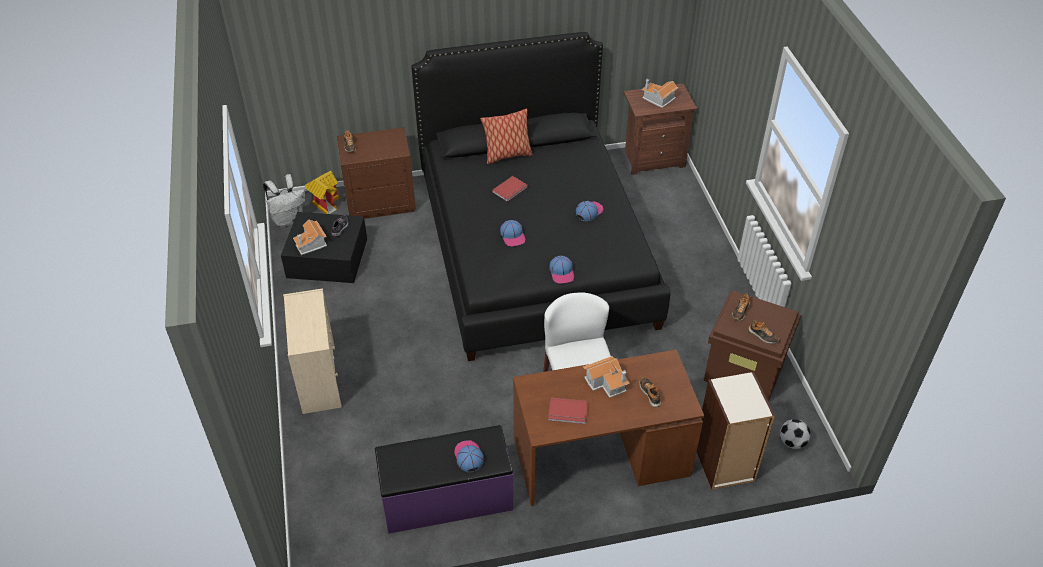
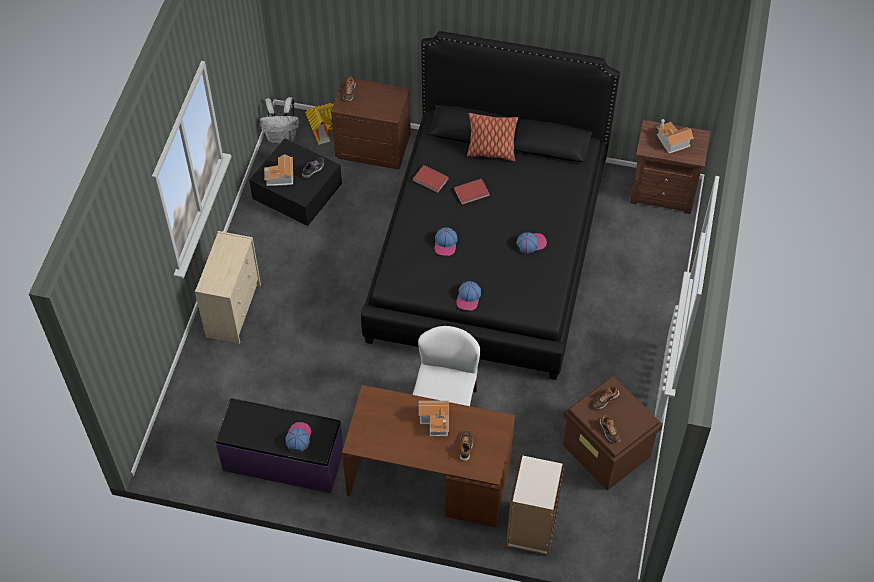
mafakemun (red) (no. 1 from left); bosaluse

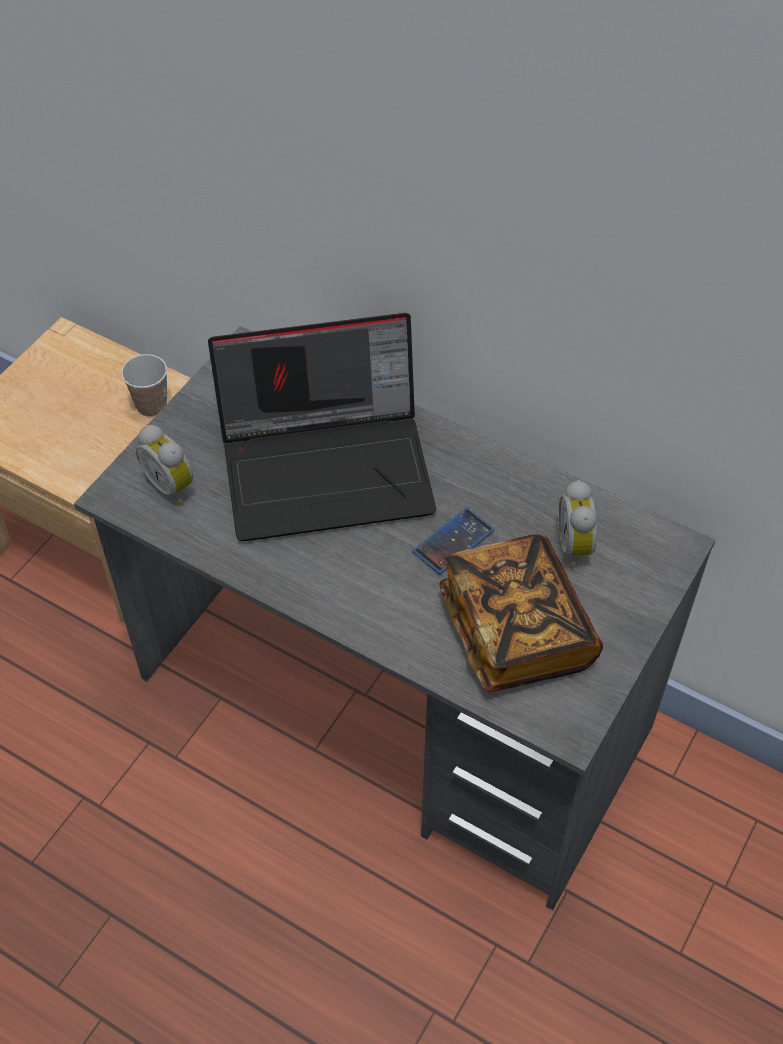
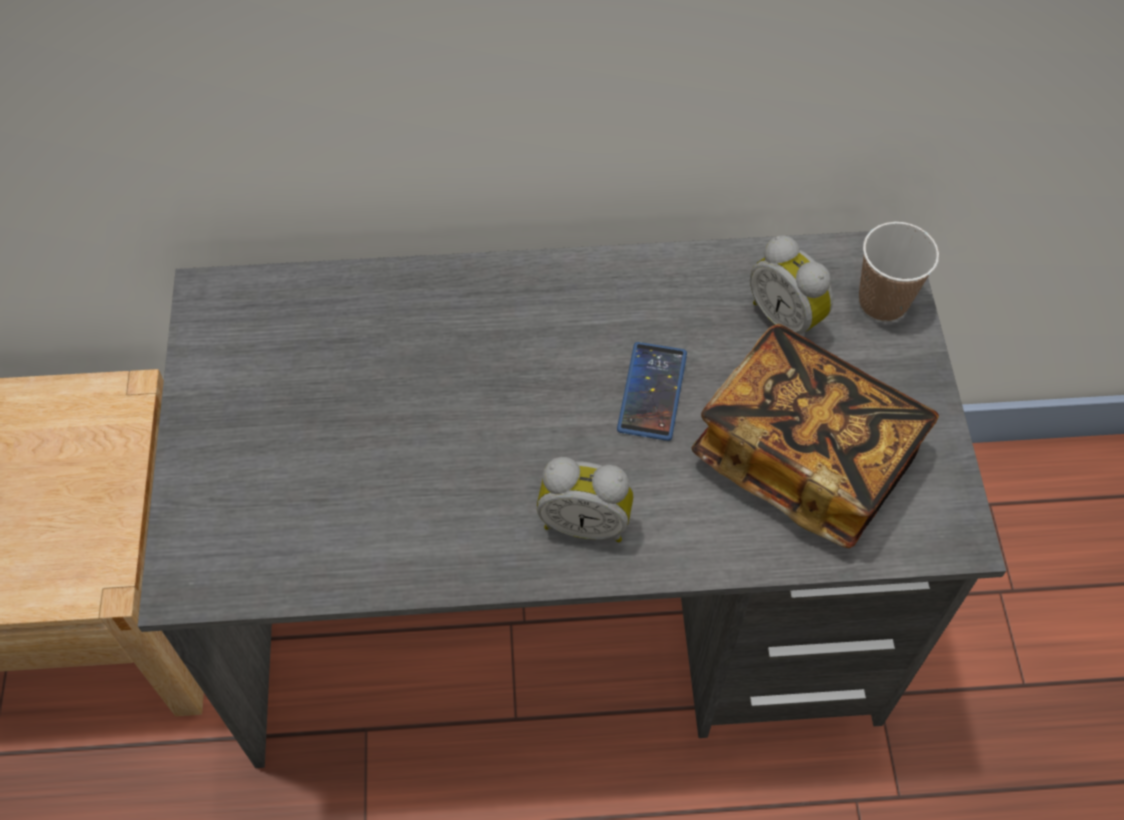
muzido (no. 1 from left); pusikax; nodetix

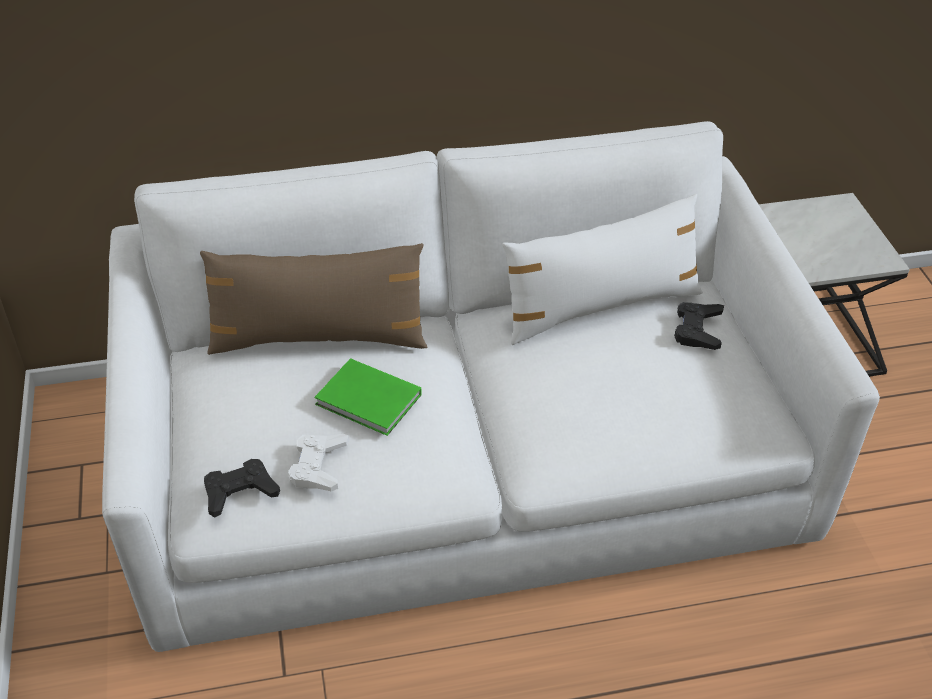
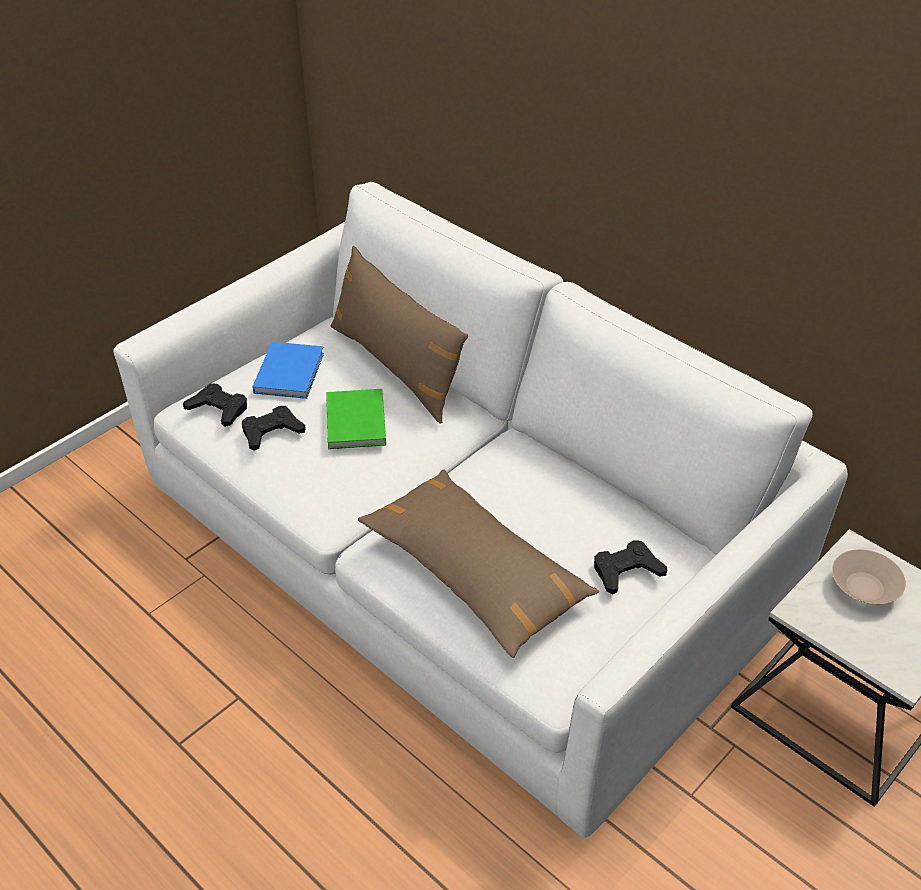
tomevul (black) (no. 2 from left); mafakemun (blue); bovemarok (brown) (no. 2 from left); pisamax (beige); bovemarok (white)

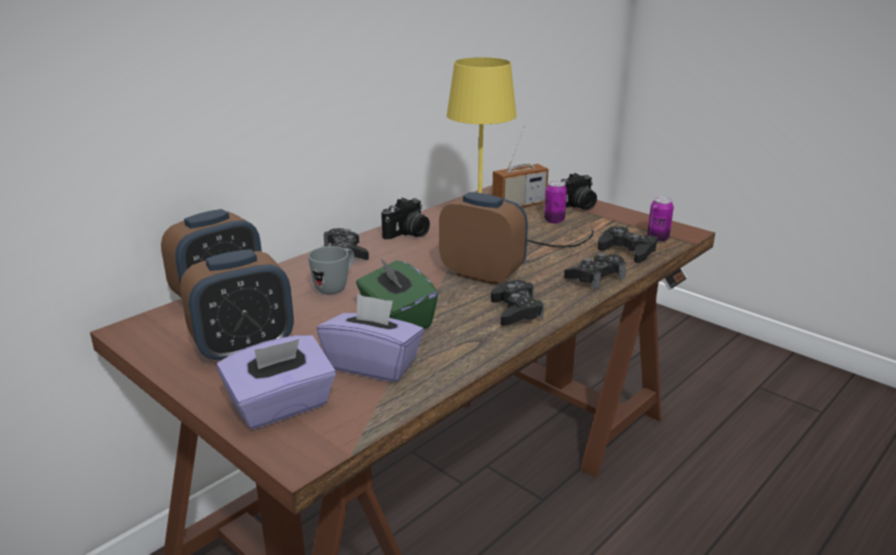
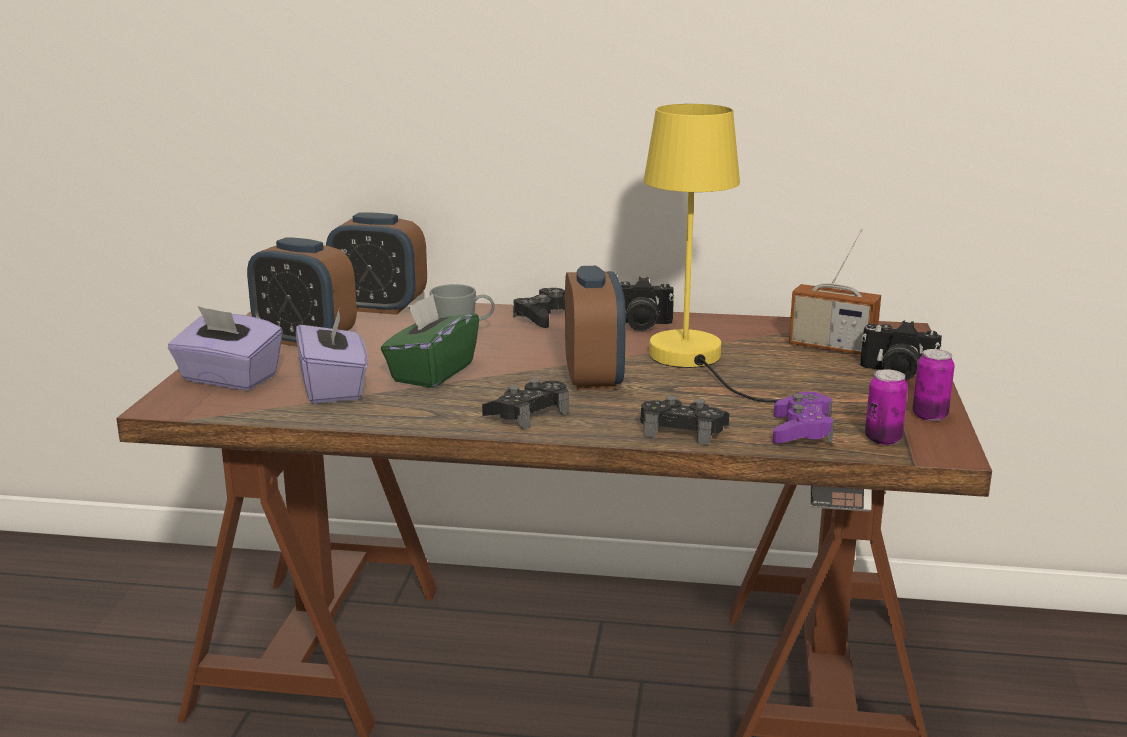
tomevul (purple); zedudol (no. 2 from left)

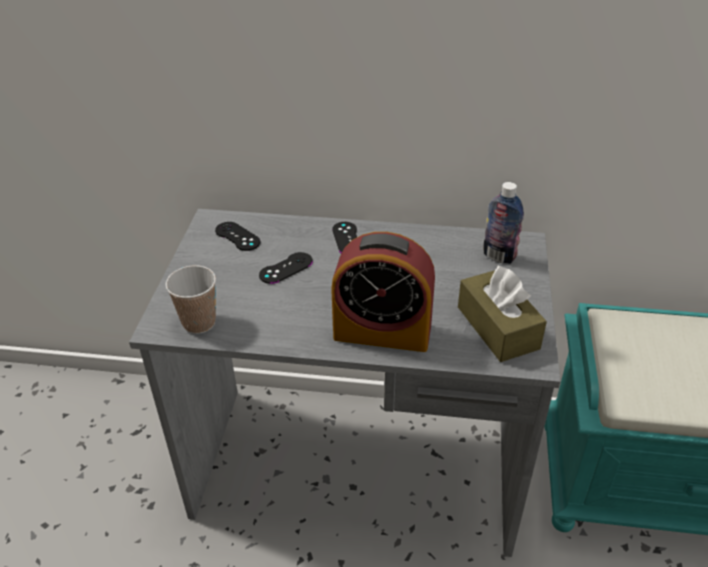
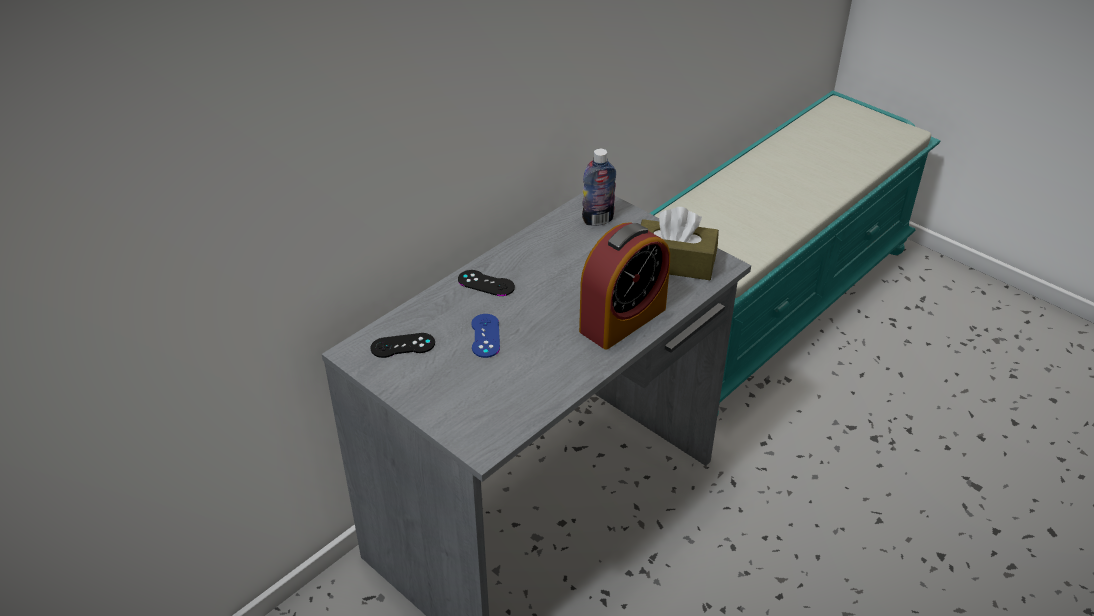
tomevul (blue); pusikax

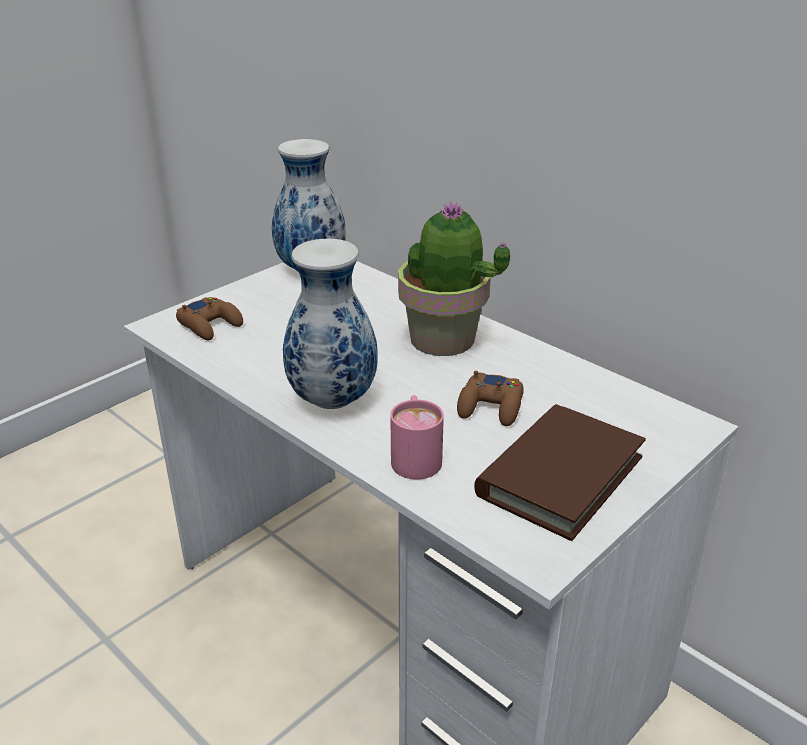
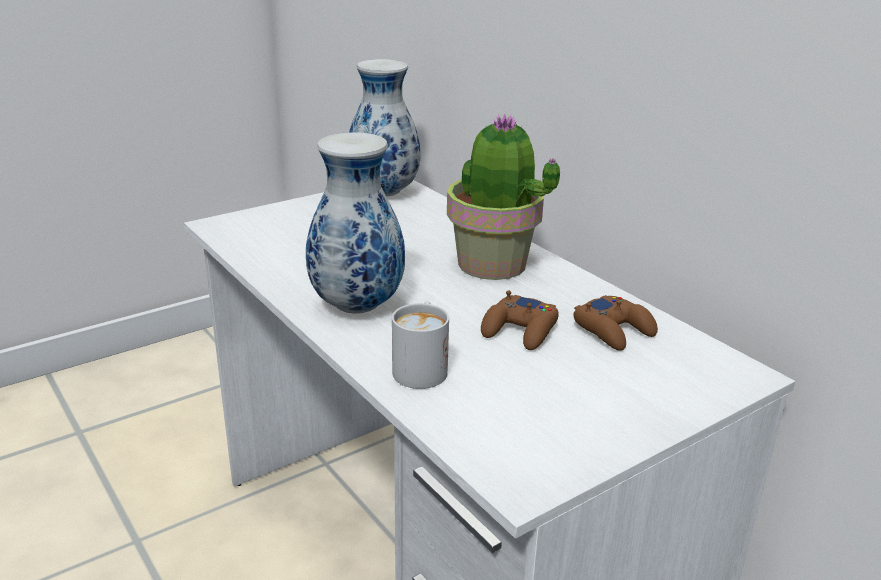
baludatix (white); tomevul (brown) (no. 2 from left); mafakemun (brown)

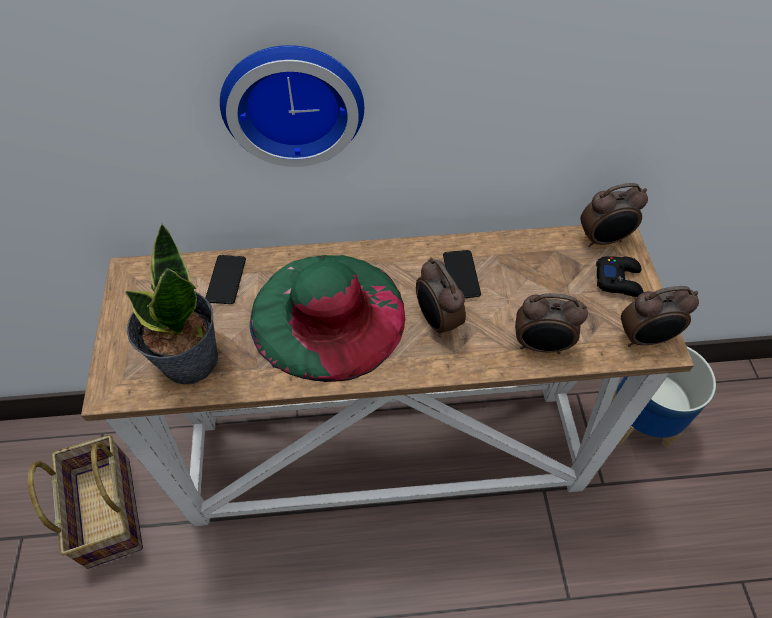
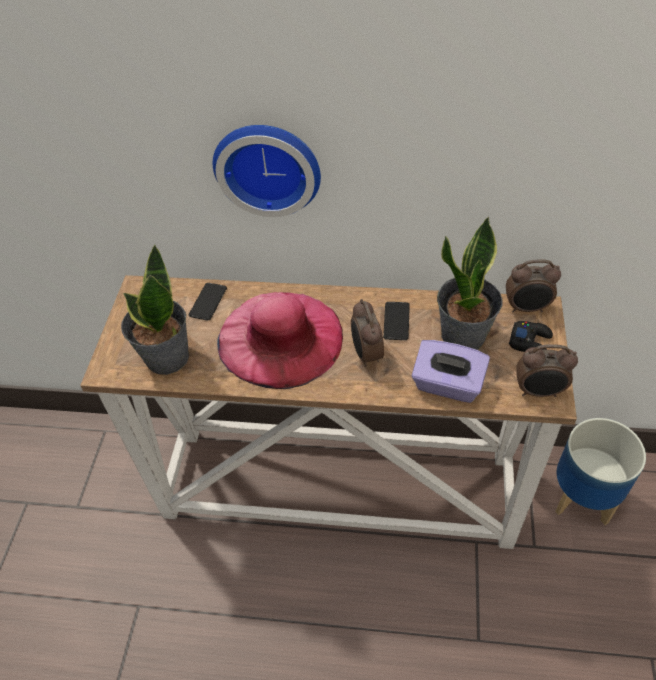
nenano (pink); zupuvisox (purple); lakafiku (no. 2 from left); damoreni

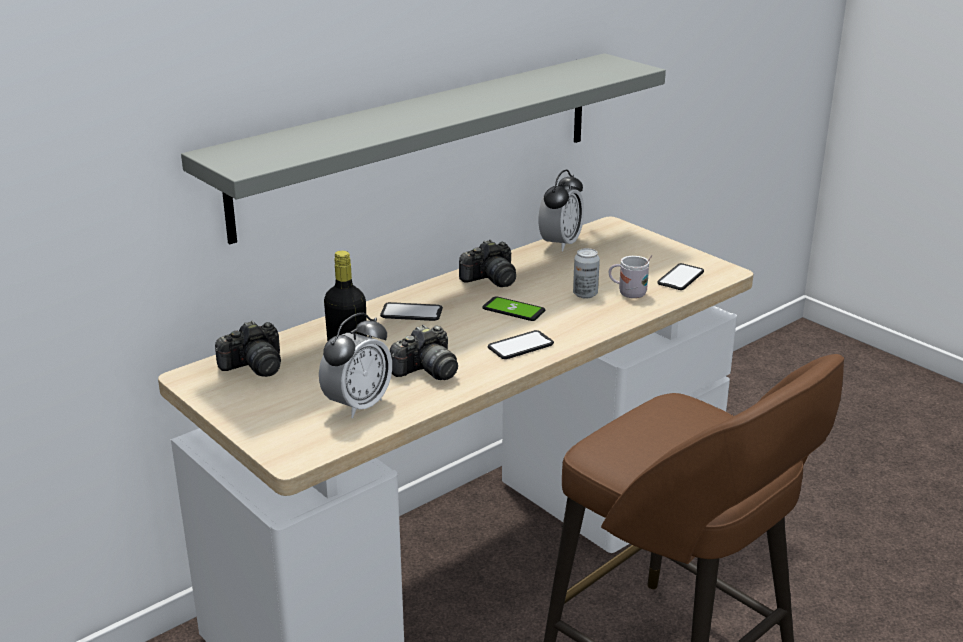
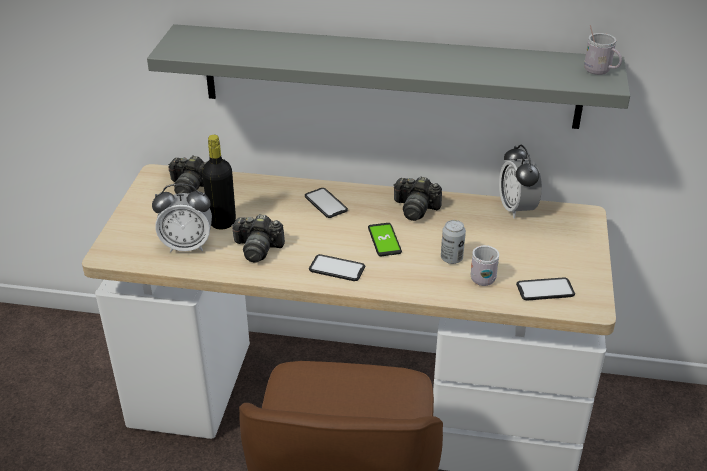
muzido (no. 2 from left); baludatix (white) (no. 2 from left)

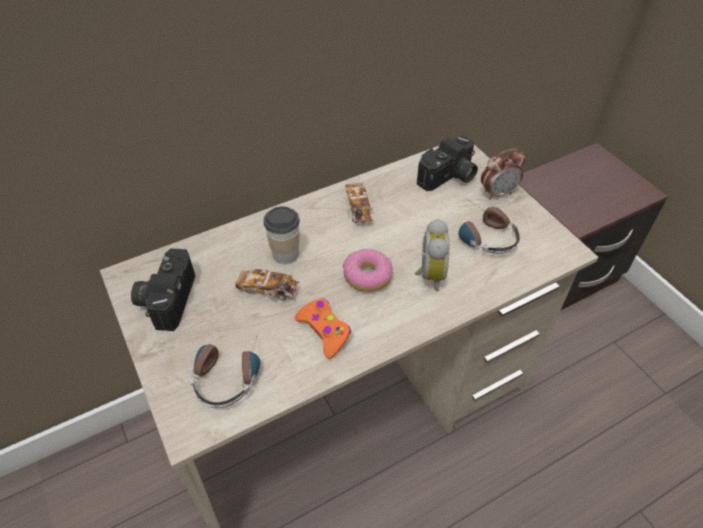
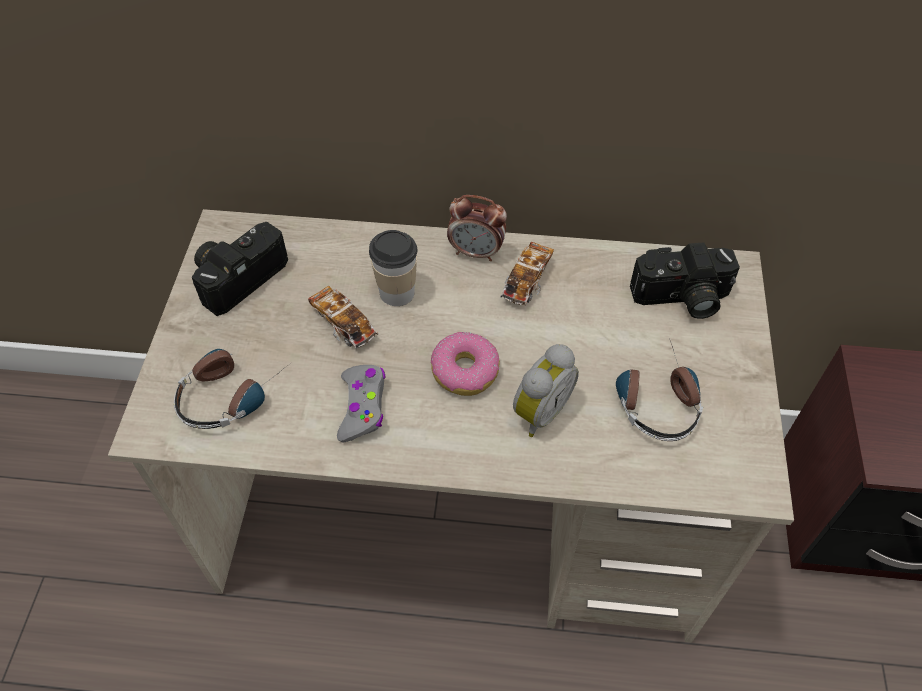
tomevul (grey); muzido (no. 1 from left)

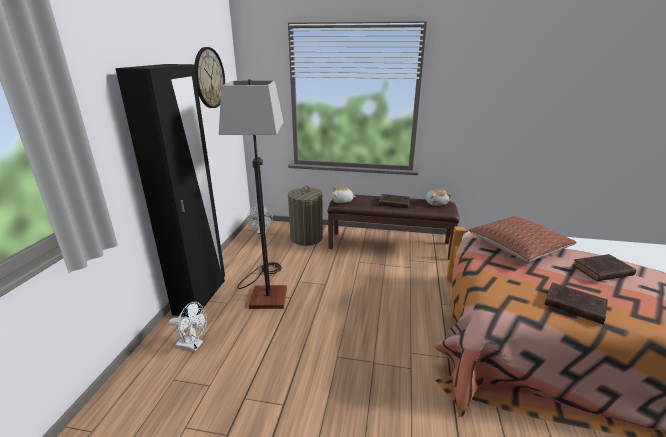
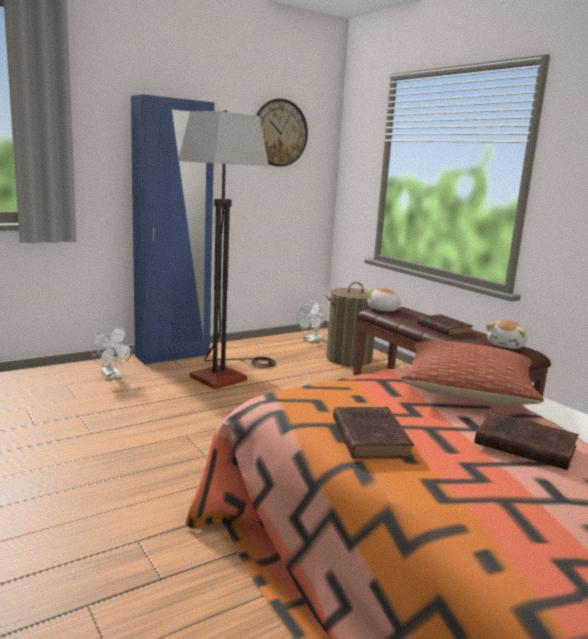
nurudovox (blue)

